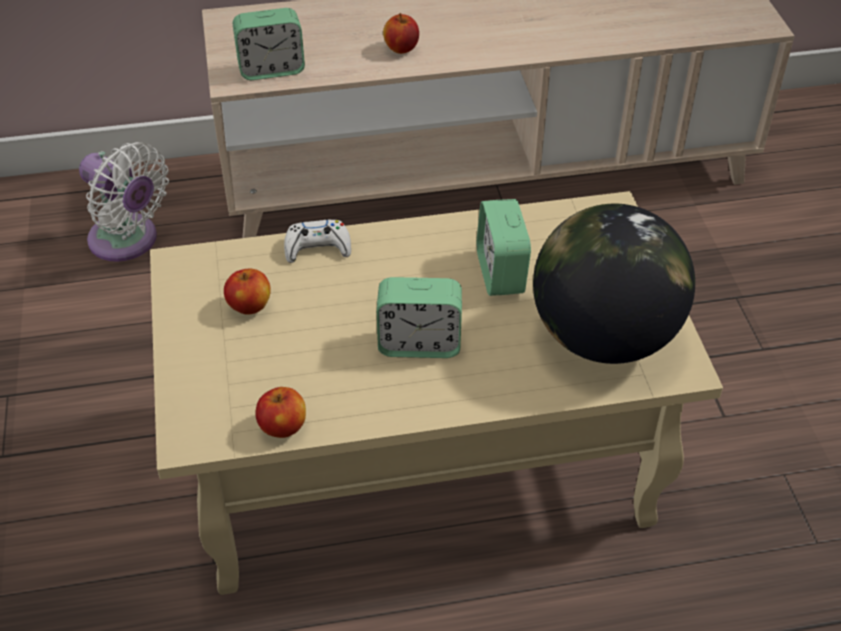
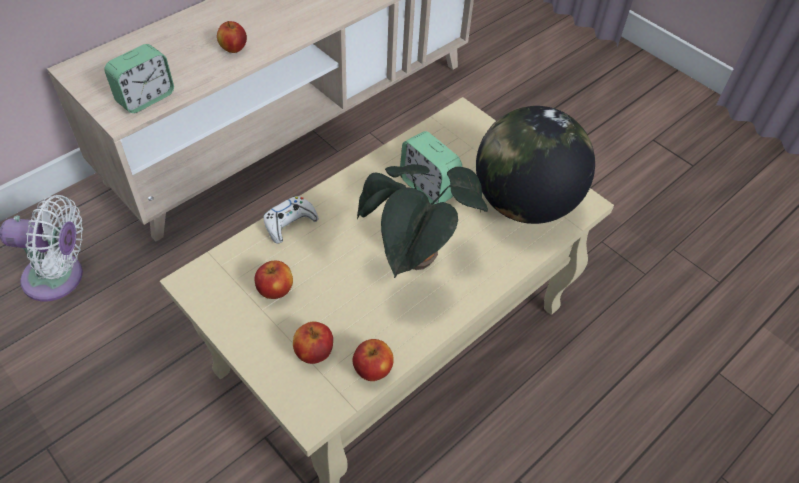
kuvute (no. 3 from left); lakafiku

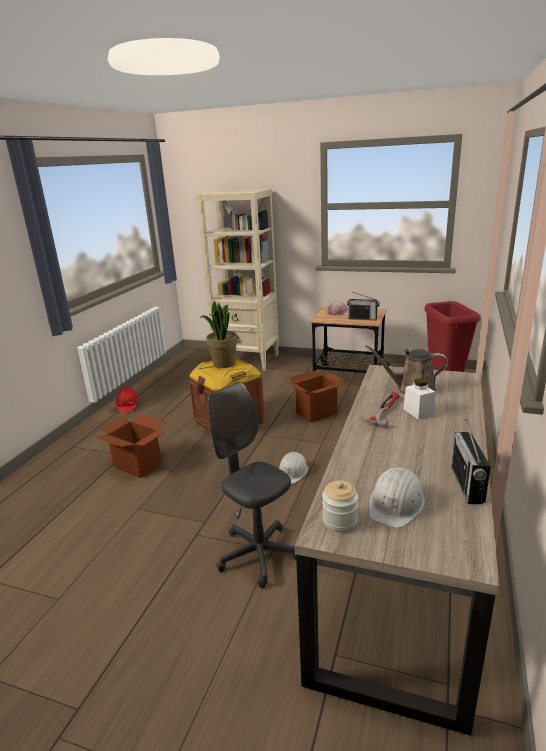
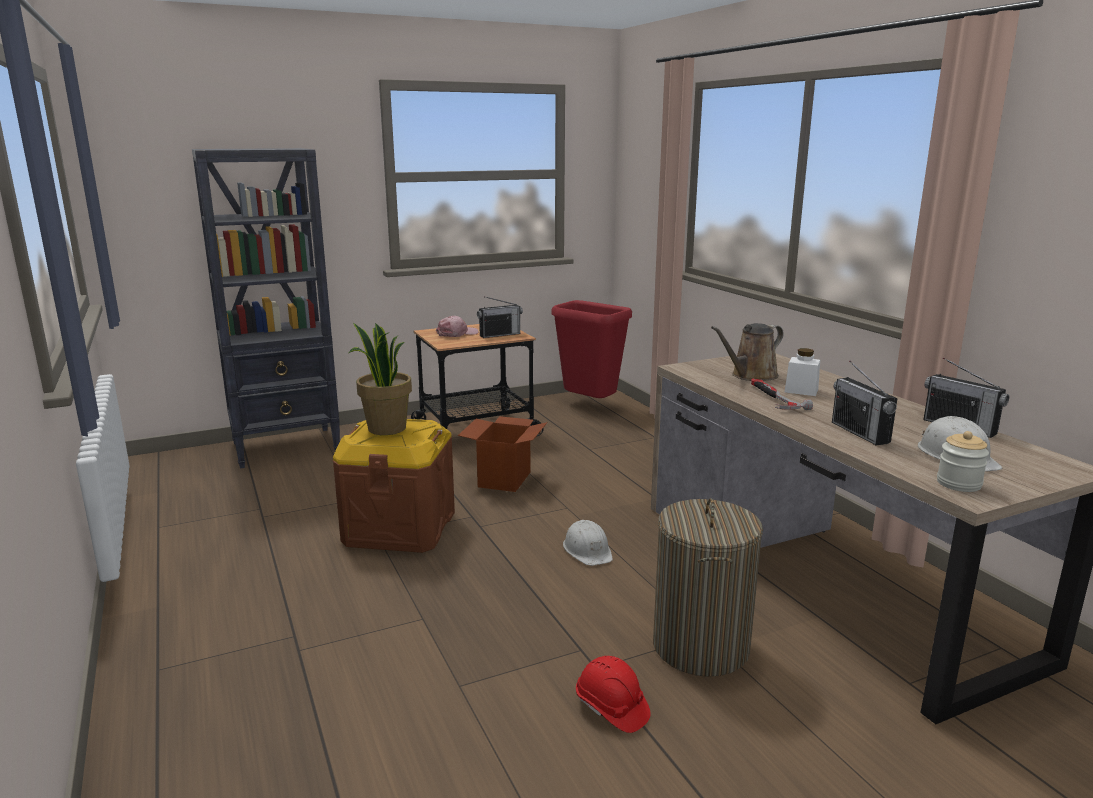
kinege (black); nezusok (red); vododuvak; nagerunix (no. 2 from left); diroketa (no. 1 from left in the first image)

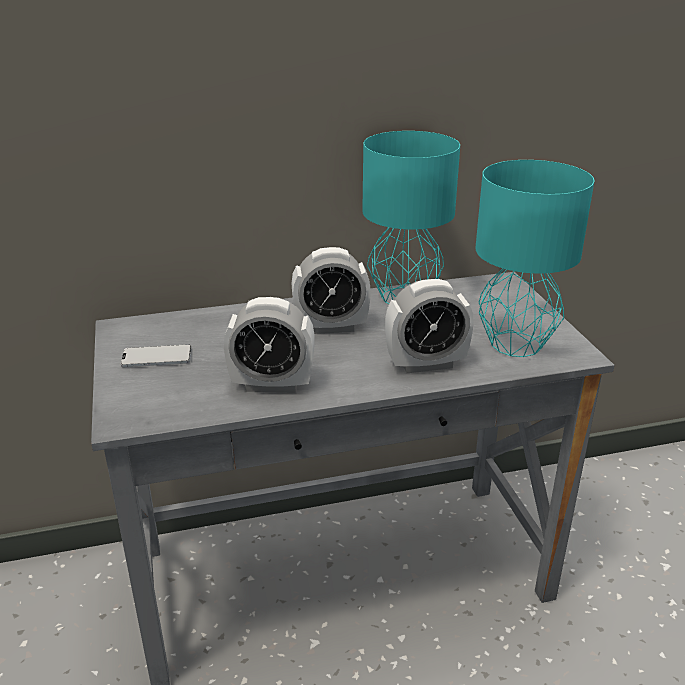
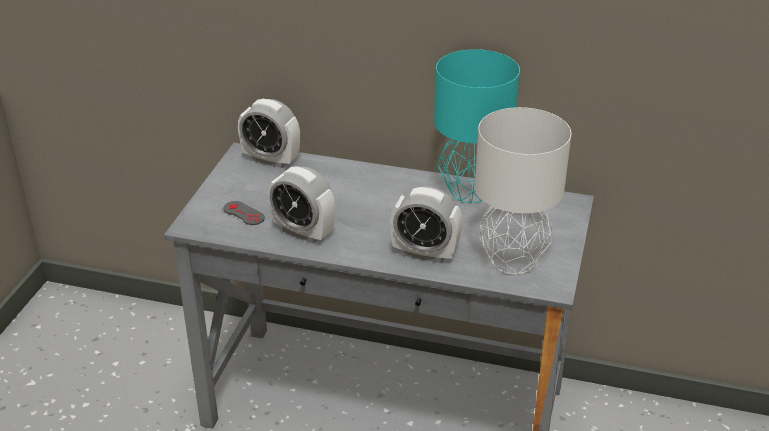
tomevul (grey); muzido (no. 1 from left); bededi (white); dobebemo

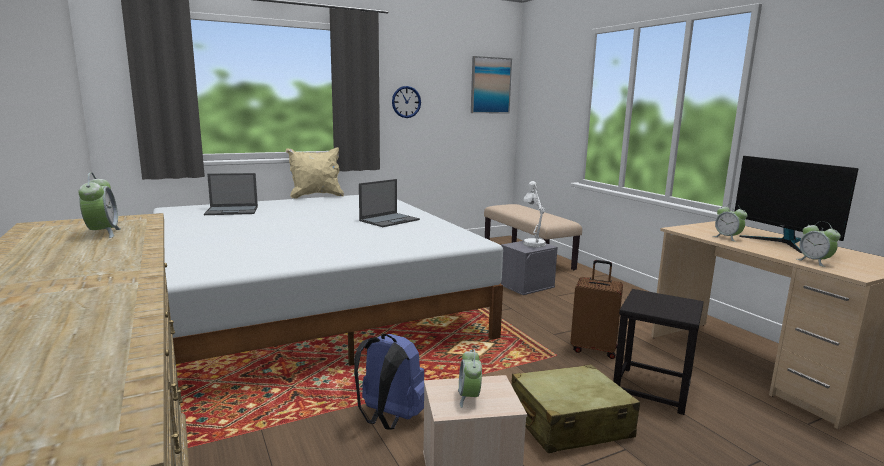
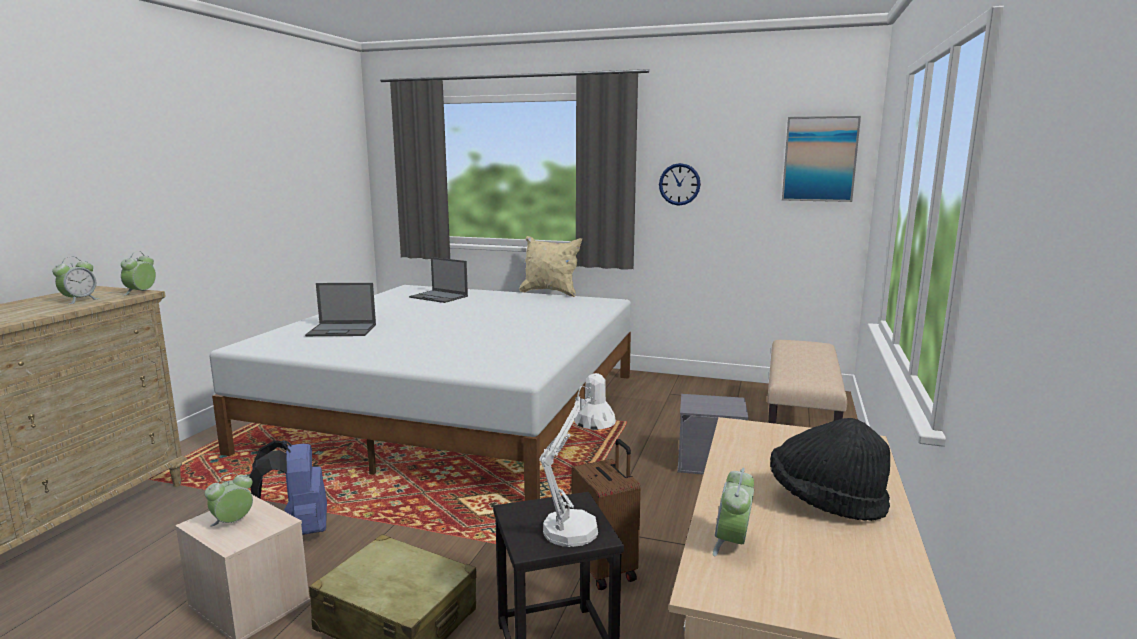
muzido (no. 2 from left); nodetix (no. 1 from left); bededi (white); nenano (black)

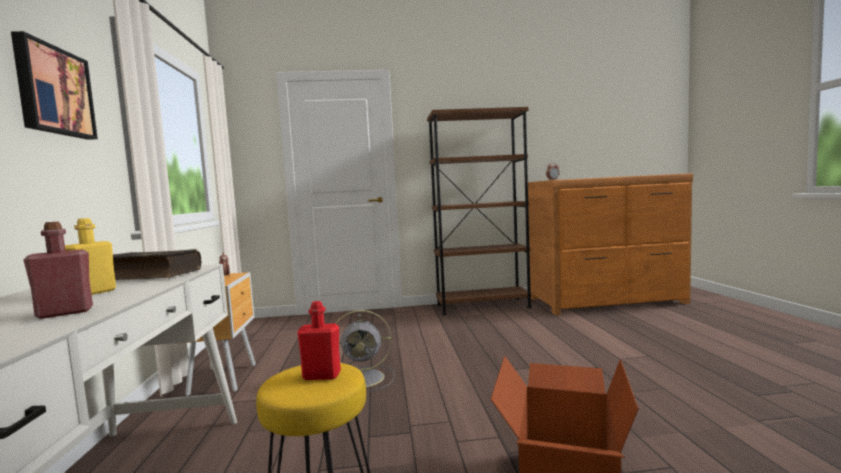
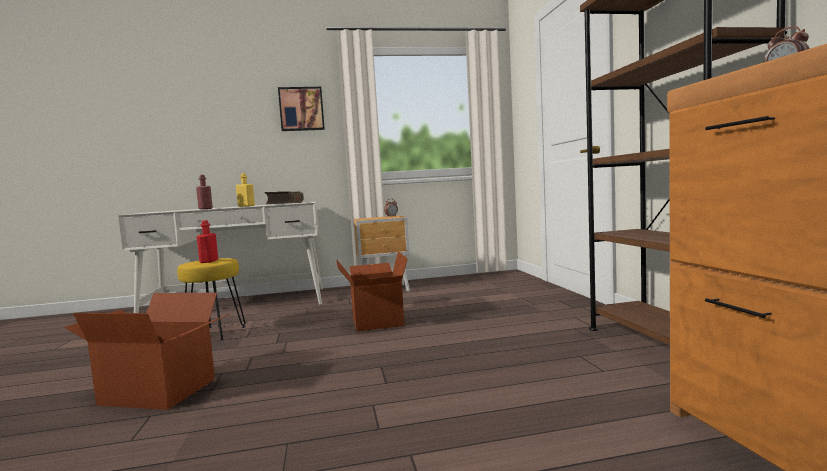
diroketa (no. 2 from left)

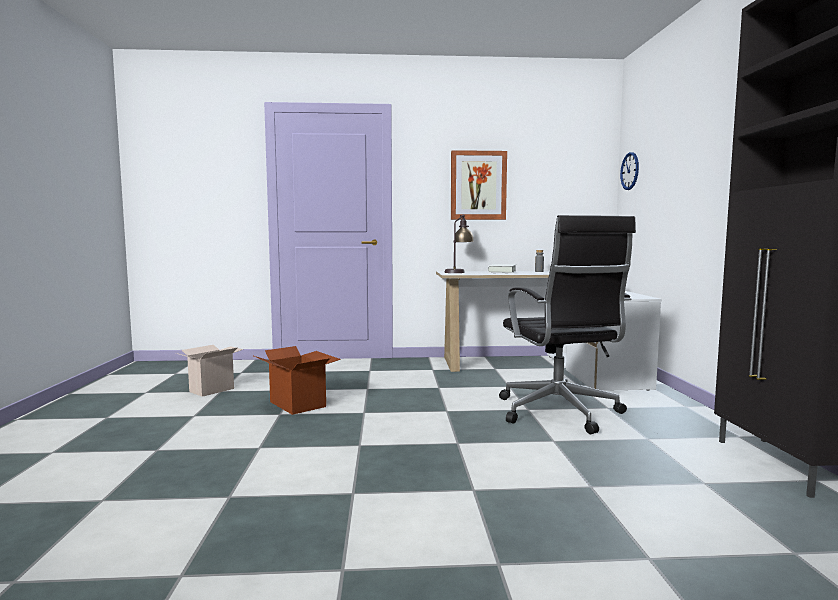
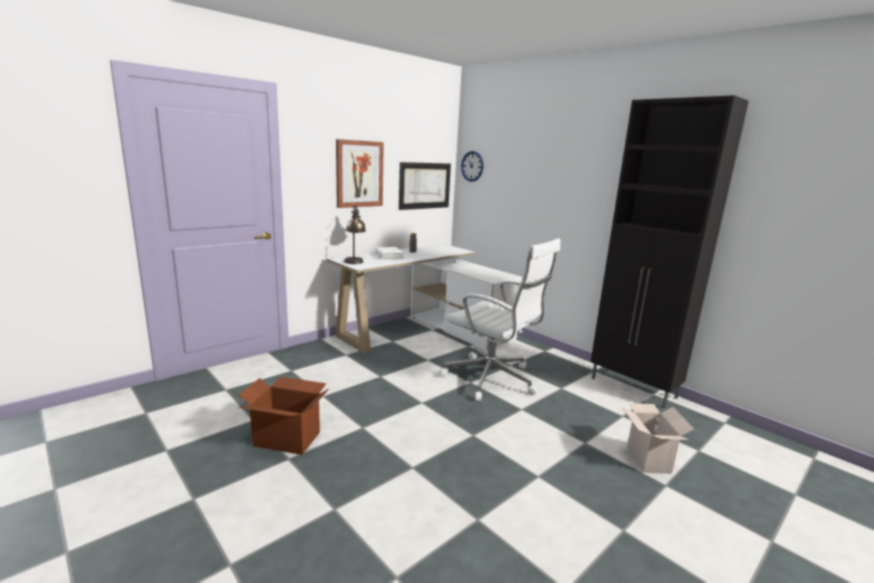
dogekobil (no. 2 from left); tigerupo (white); diroketa (no. 2 from left)

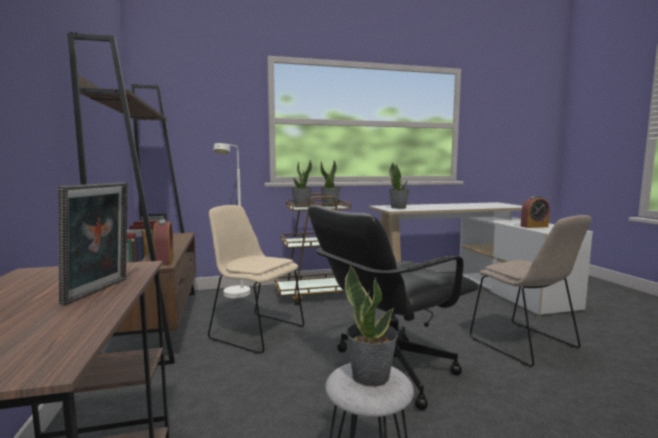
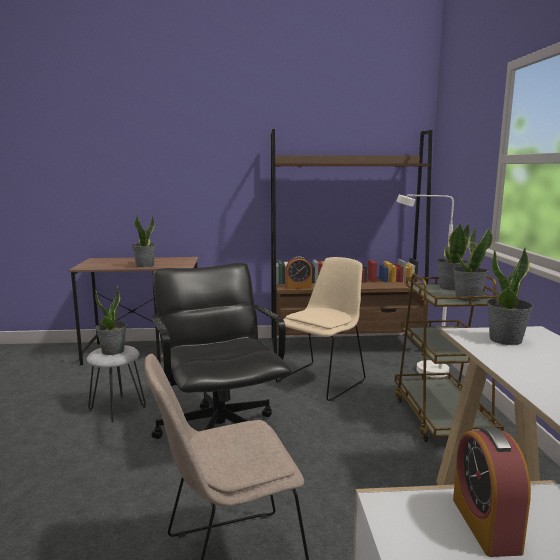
lakafiku (no. 2 from left)

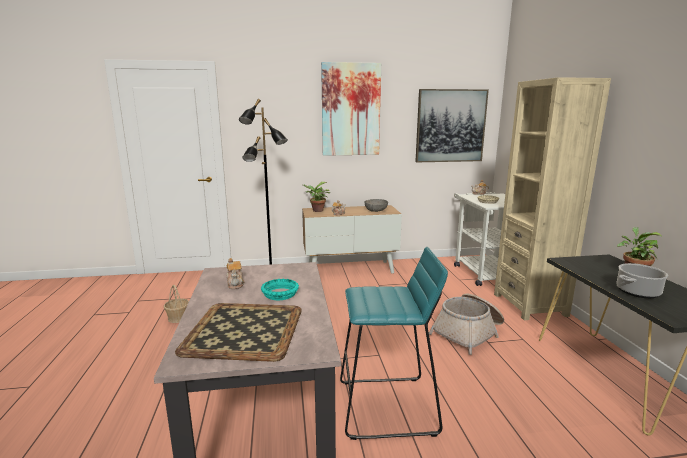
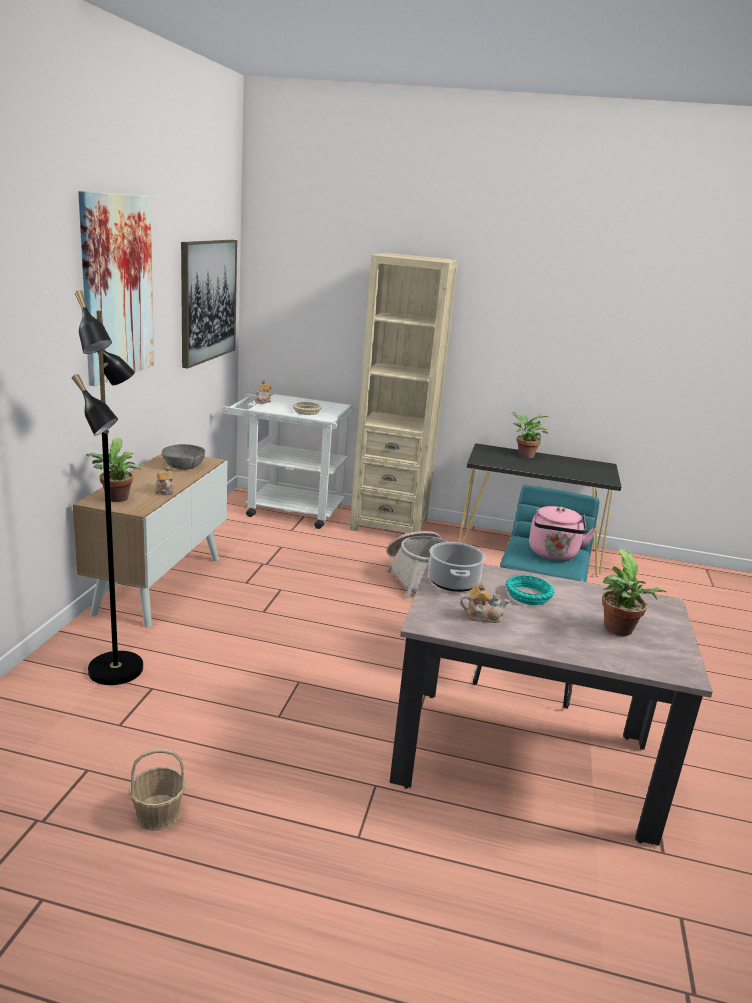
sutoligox; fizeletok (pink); lakafiku (no. 3 from left)

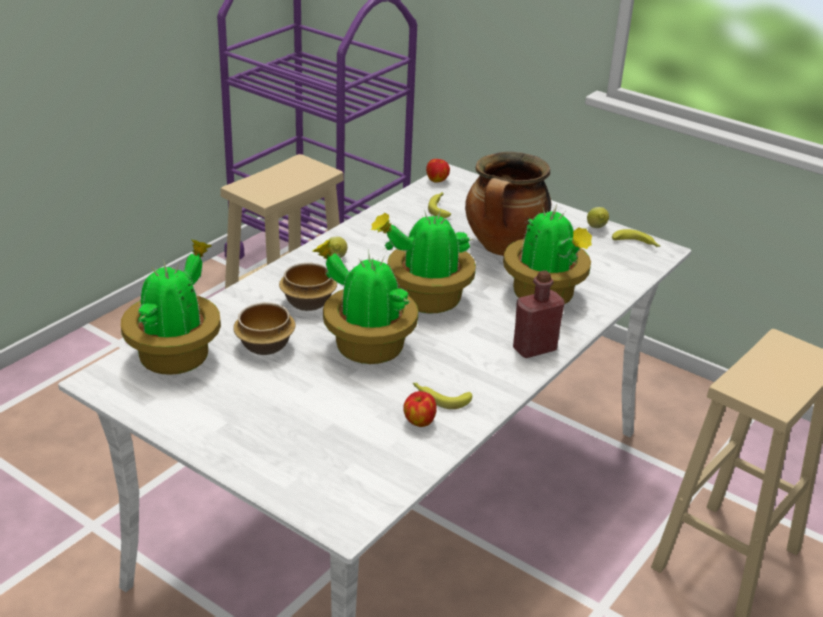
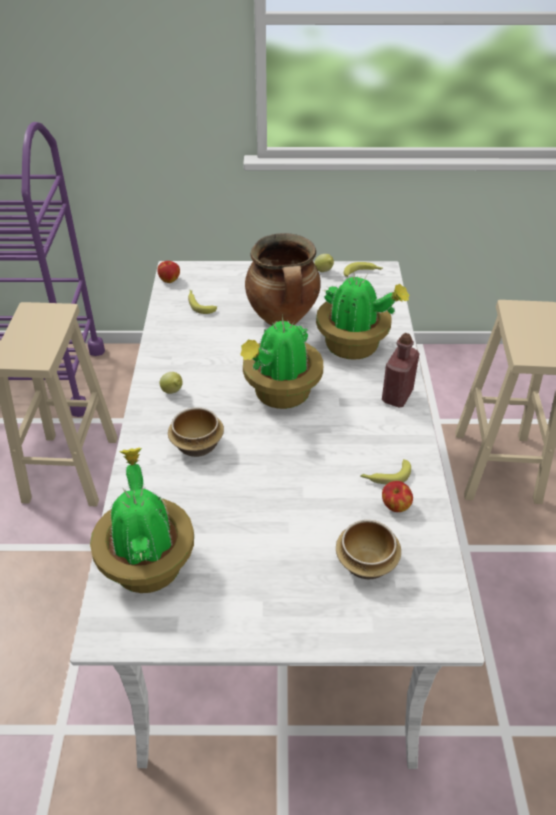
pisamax (no. 2 from left); lakafiku (no. 2 from left in the first image)

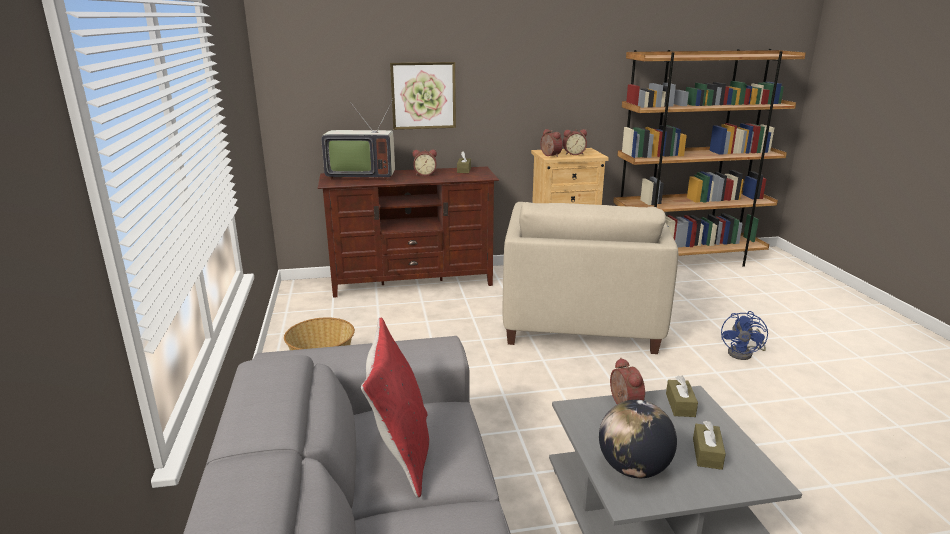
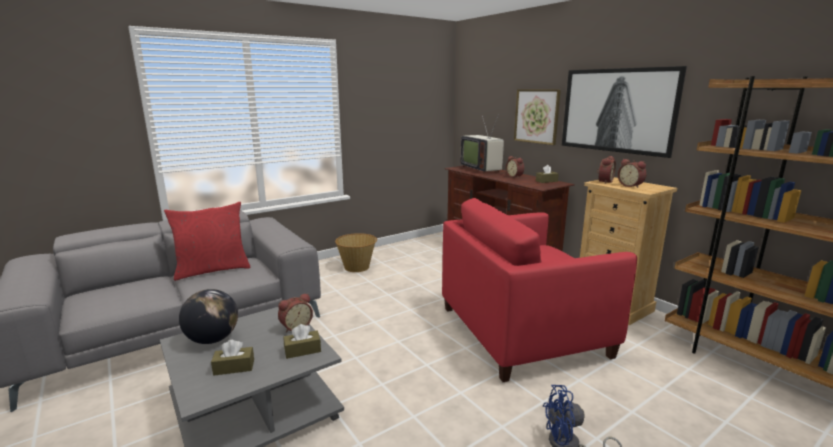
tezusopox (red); dogekobil (no. 2 from left)

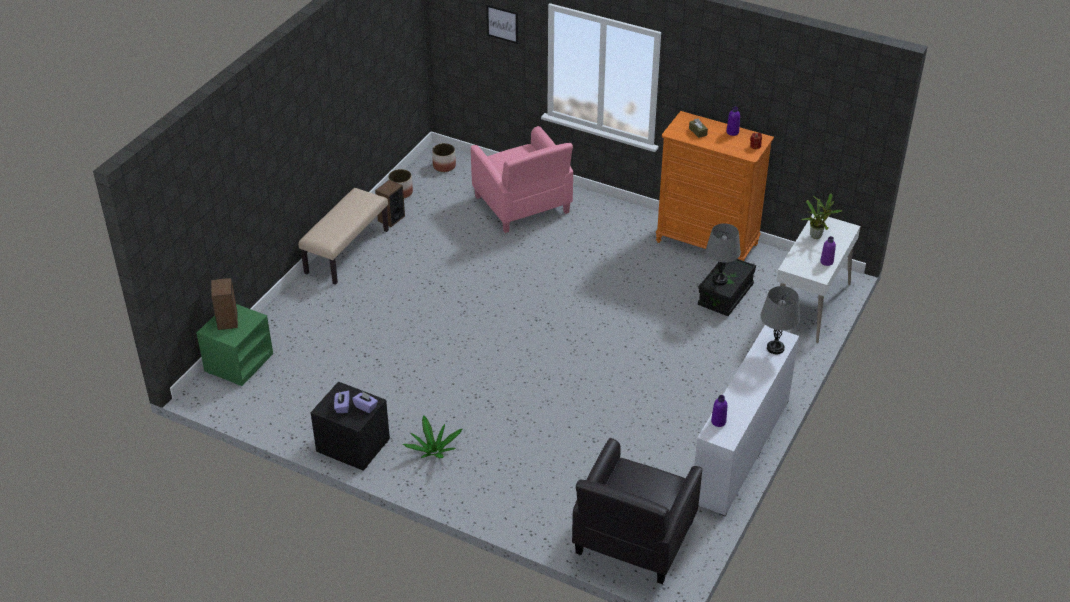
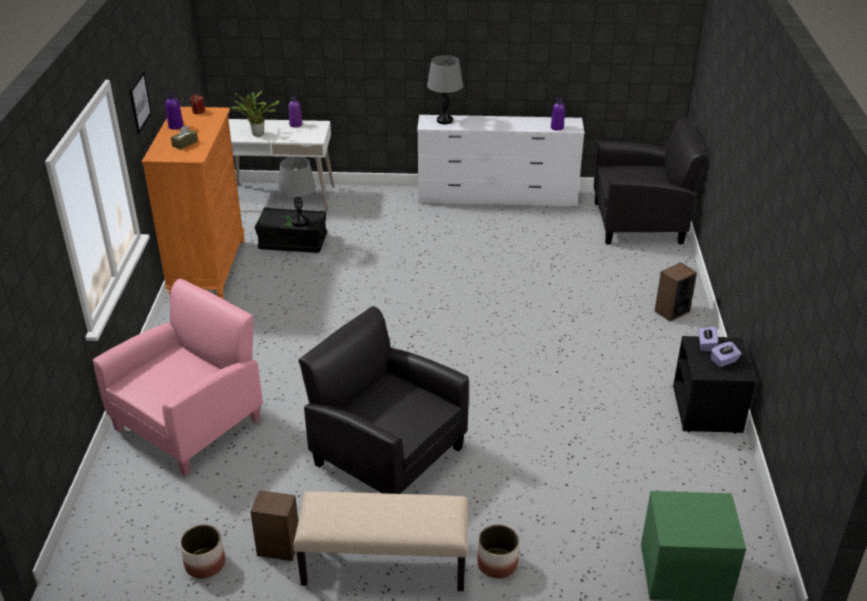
dogekobil; tezusopox (black) (no. 1 from left); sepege (no. 2 from left); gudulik (no. 2 from left); lakafiku (no. 1 from left in the first image)

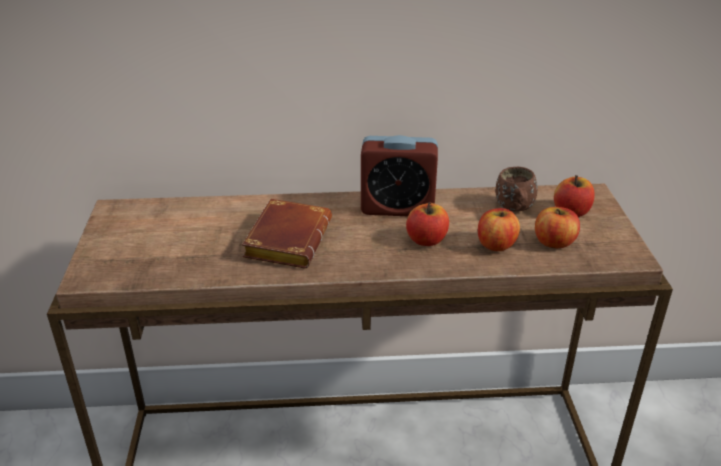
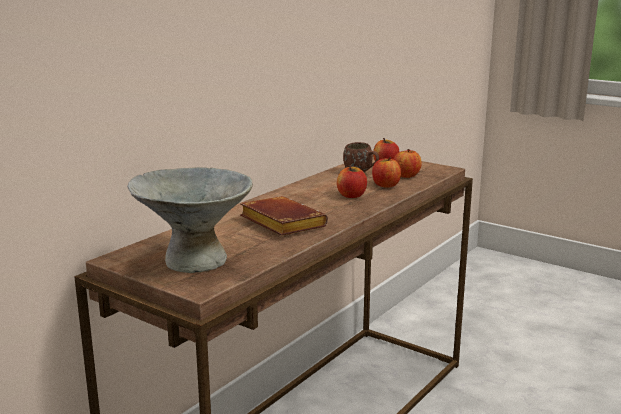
pisamax (grey); muzido

